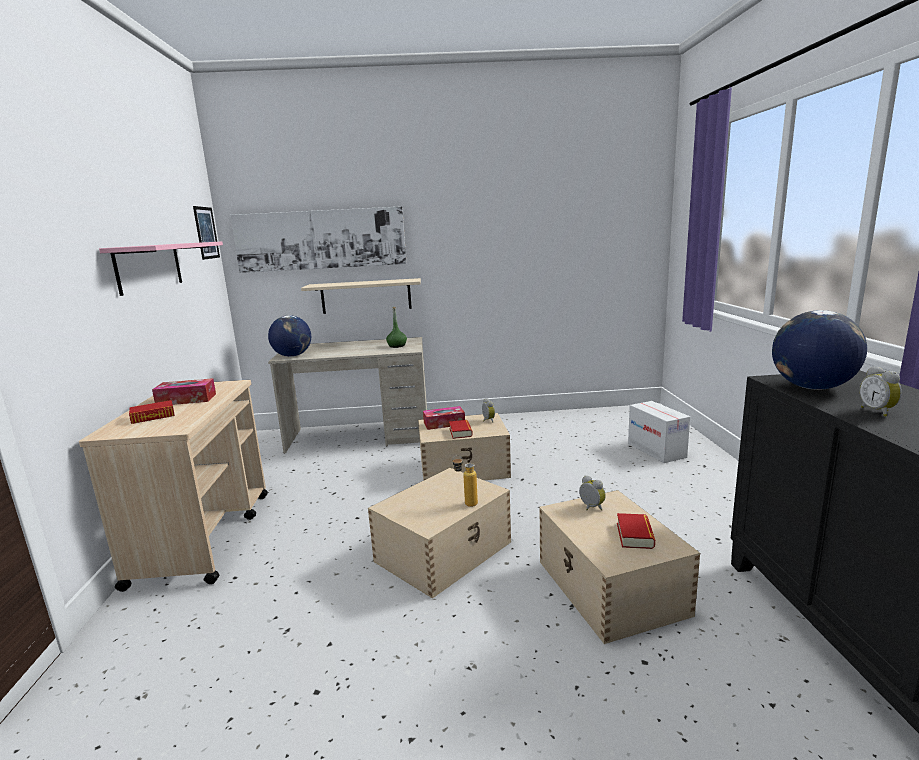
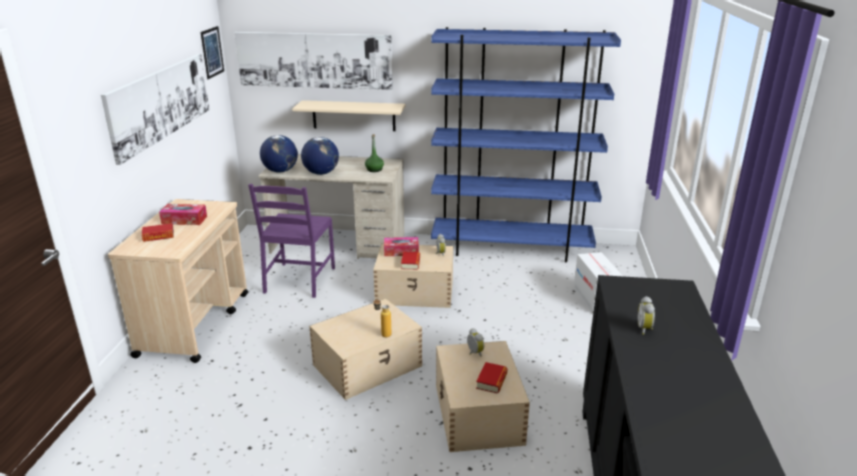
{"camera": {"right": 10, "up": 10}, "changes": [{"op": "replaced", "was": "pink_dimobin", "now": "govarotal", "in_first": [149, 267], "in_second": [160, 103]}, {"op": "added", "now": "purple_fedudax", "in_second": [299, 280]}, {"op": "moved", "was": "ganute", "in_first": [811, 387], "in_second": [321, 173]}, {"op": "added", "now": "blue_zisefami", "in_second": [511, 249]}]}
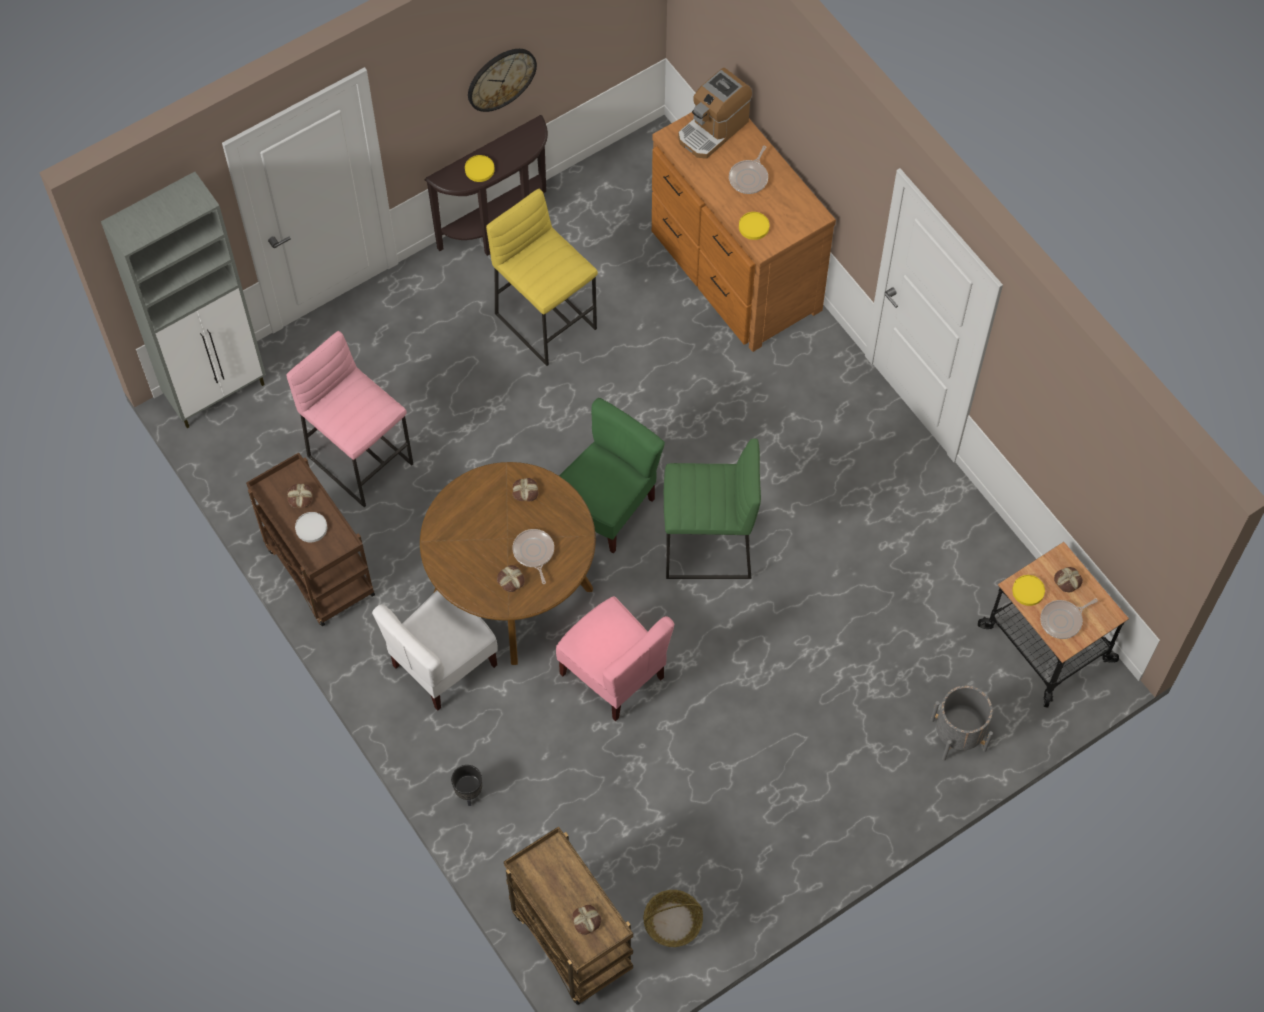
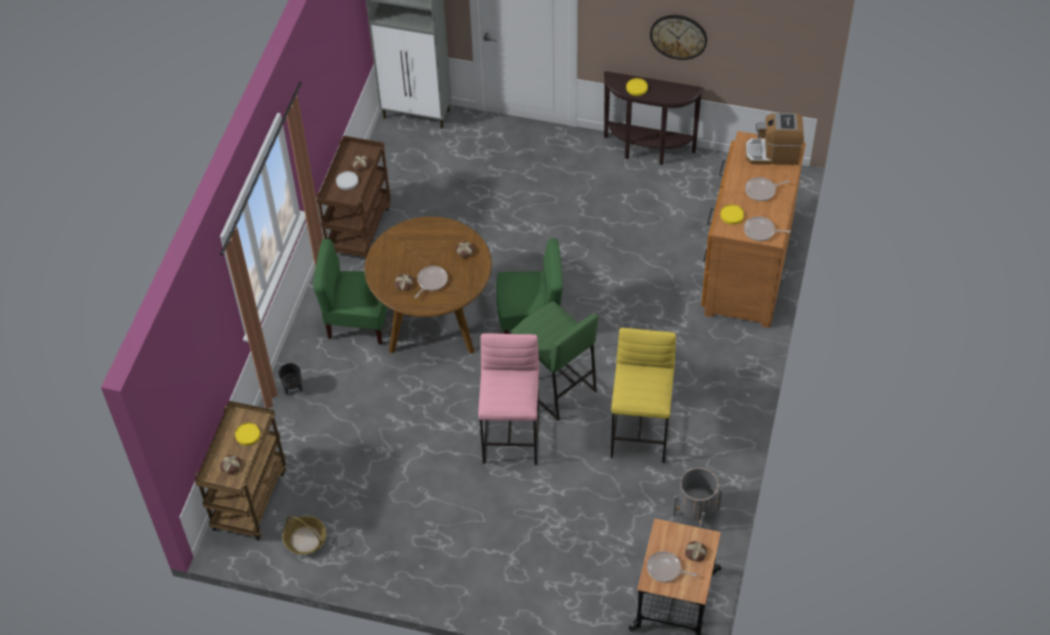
{"camera": {"right": 50, "up": -10}, "changes": [{"op": "moved", "was": "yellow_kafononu", "in_first": [1028, 591], "in_second": [248, 435]}, {"op": "recoloured", "was": "white_fedudax", "now": "green_fedudax", "in_first": [443, 665], "in_second": [358, 321]}, {"op": "moved", "was": "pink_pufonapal", "in_first": [361, 459], "in_second": [512, 436]}, {"op": "moved", "was": "yellow_pufonapal", "in_first": [546, 320], "in_second": [641, 433]}, {"op": "moved", "was": "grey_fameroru", "in_first": [958, 735], "in_second": [696, 511]}, {"op": "added", "now": "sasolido", "in_second": [761, 231]}, {"op": "removed", "was": "pink_fedudax", "in_first": [614, 675]}]}
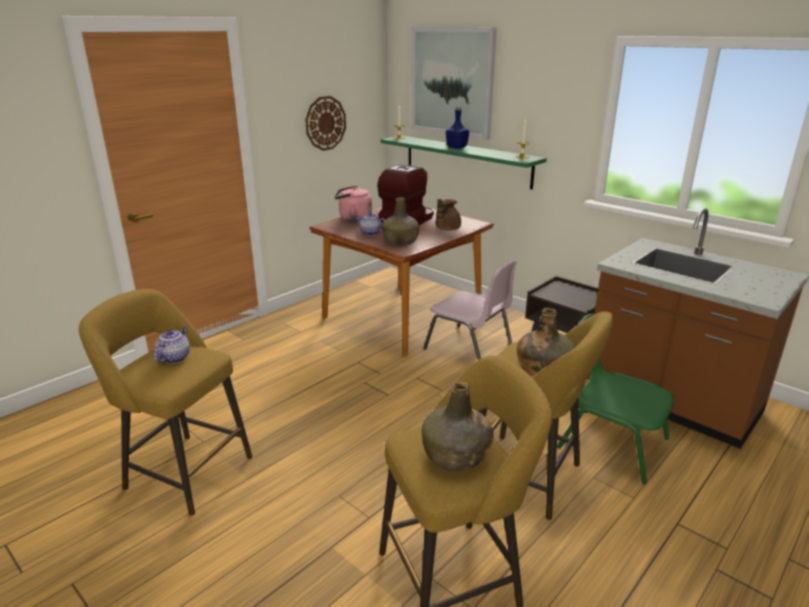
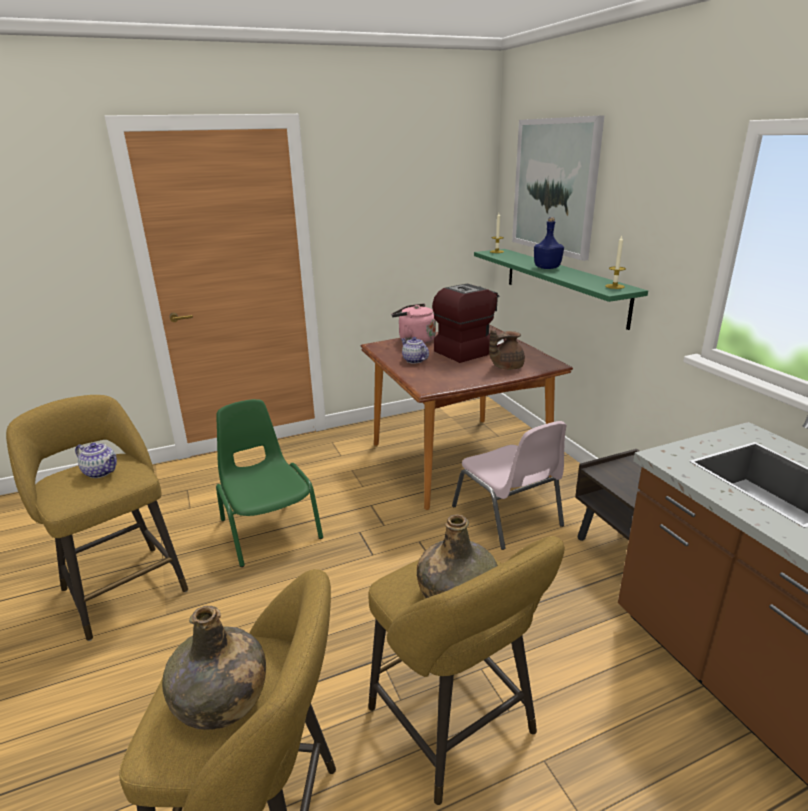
{"camera": {"right": 25, "up": 0}, "changes": [{"op": "turned", "was": "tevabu", "in_first": [174, 357], "in_second": [101, 472], "clockwise": 75}, {"op": "moved", "was": "green_fedudax", "in_first": [611, 443], "in_second": [269, 528]}, {"op": "removed", "was": "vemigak", "in_first": [325, 123]}, {"op": "removed", "was": "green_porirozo", "in_first": [401, 241]}]}
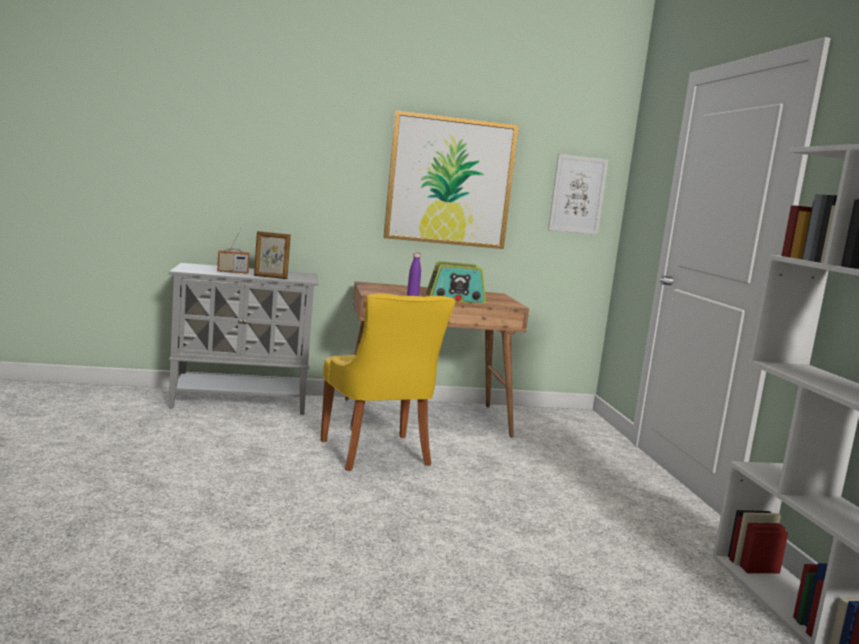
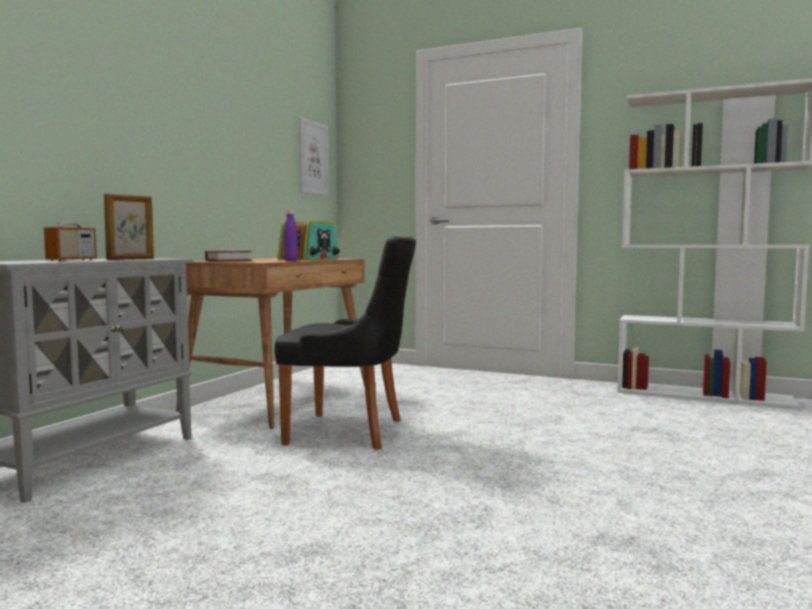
{"camera": {"right": -55, "up": -5}, "changes": [{"op": "added", "now": "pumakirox", "in_second": [230, 260]}, {"op": "recoloured", "was": "yellow_fedudax", "now": "black_fedudax", "in_first": [377, 454], "in_second": [350, 431]}, {"op": "removed", "was": "govarotal", "in_first": [450, 181]}]}
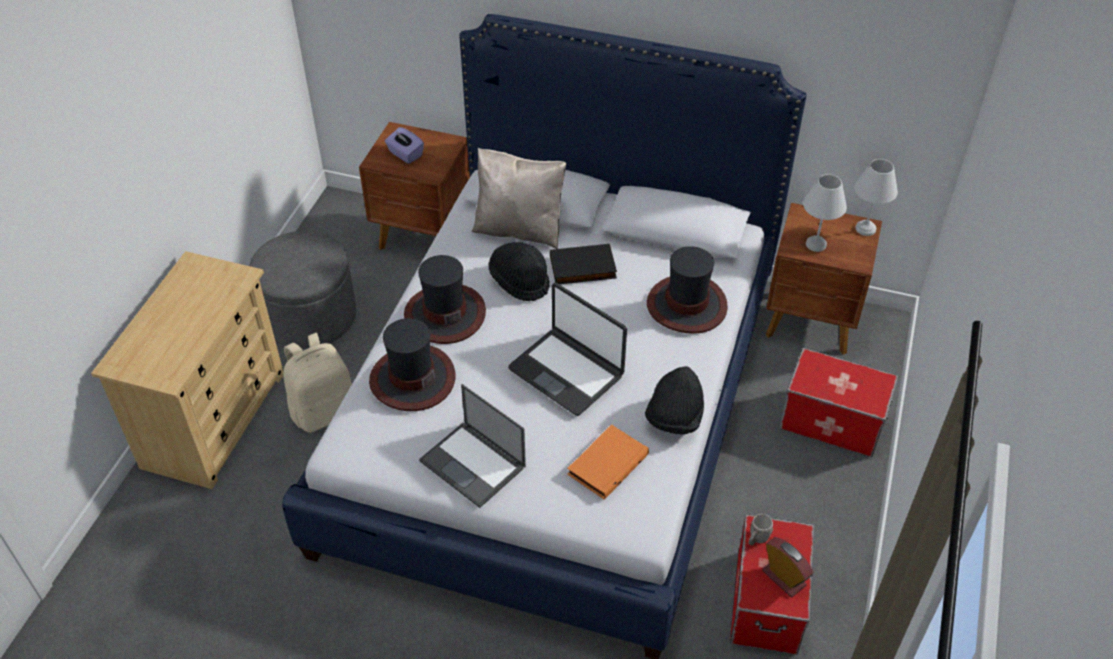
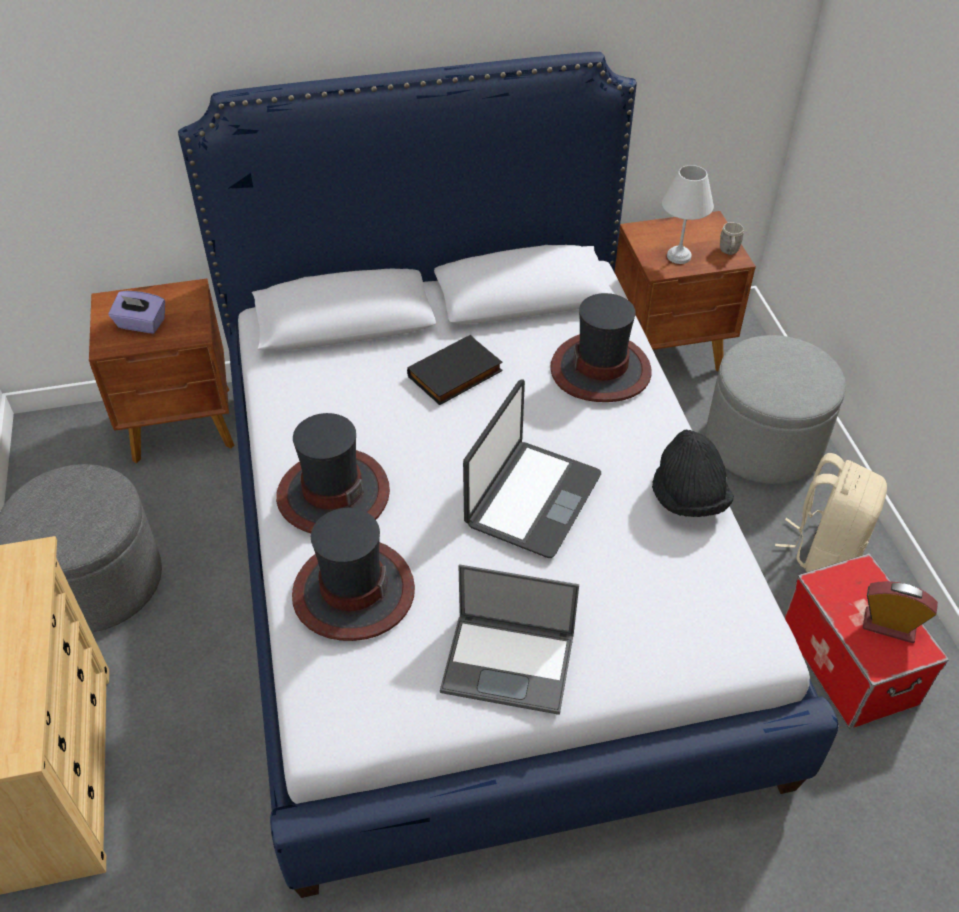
{"camera": {"right": -30, "up": 0}, "changes": [{"op": "turned", "was": "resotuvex", "in_first": [567, 372], "in_second": [531, 499], "clockwise": -75}, {"op": "replaced", "was": "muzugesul", "now": "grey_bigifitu", "in_first": [832, 421], "in_second": [763, 443]}, {"op": "moved", "was": "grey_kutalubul", "in_first": [757, 539], "in_second": [729, 252]}, {"op": "moved", "was": "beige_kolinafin", "in_first": [324, 410], "in_second": [824, 550]}, {"op": "removed", "was": "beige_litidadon", "in_first": [519, 229]}, {"op": "removed", "was": "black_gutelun", "in_first": [520, 281]}, {"op": "removed", "was": "orange_pumakirox", "in_first": [606, 463]}, {"op": "removed", "was": "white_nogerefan", "in_first": [866, 228]}]}
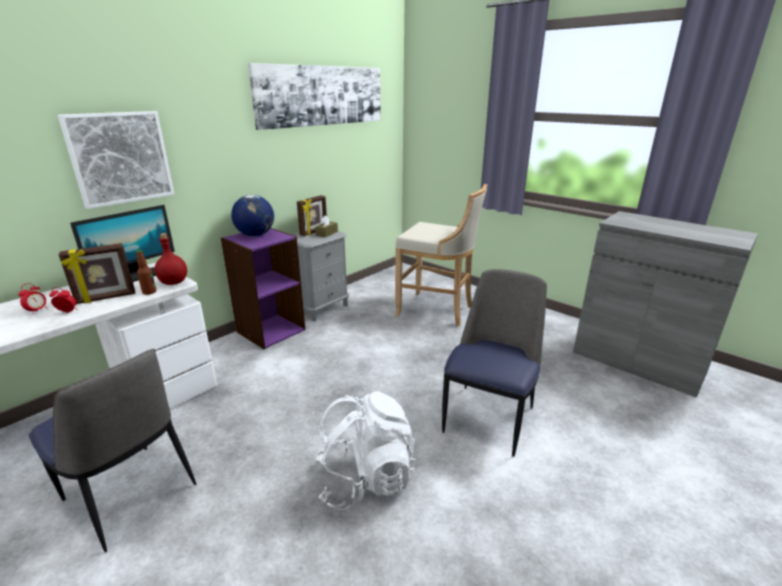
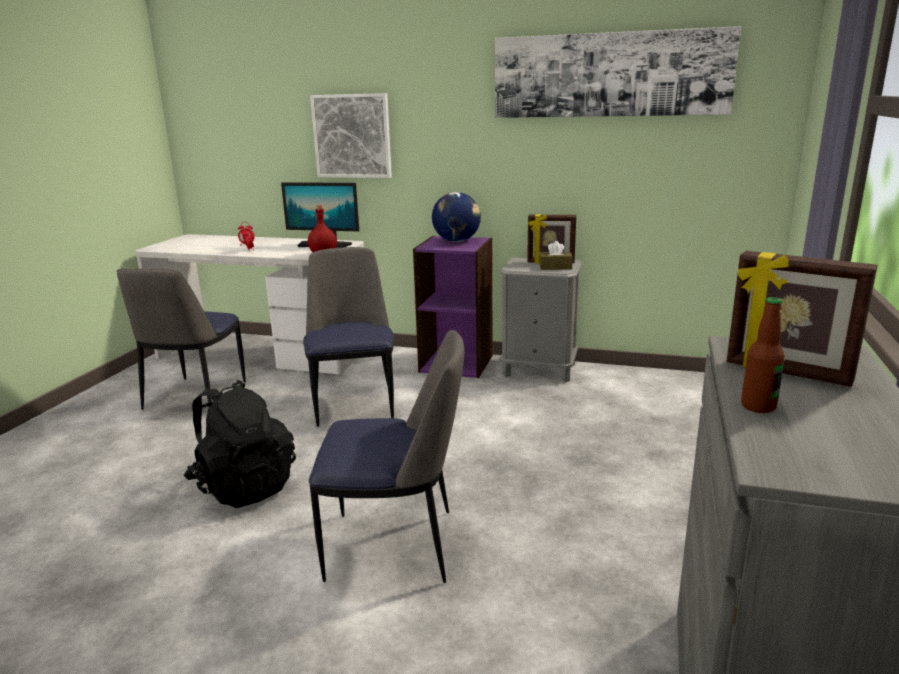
{"camera": {"right": 65, "up": -5}, "changes": [{"op": "recoloured", "was": "white_kolinafin", "now": "black_kolinafin", "in_first": [365, 479], "in_second": [243, 486]}, {"op": "added", "now": "fedudax", "in_second": [354, 403]}, {"op": "moved", "was": "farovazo", "in_first": [106, 298], "in_second": [787, 373]}, {"op": "moved", "was": "porirozo", "in_first": [149, 292], "in_second": [758, 406]}, {"op": "removed", "was": "beige_pufonapal", "in_first": [437, 310]}]}
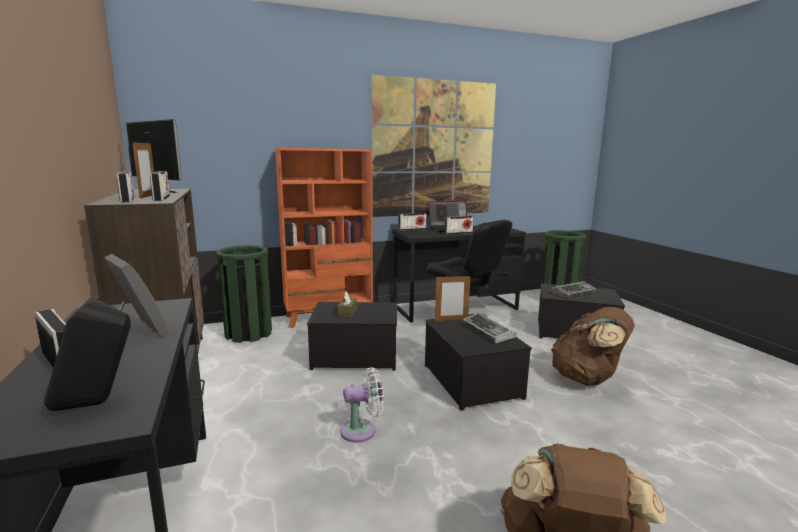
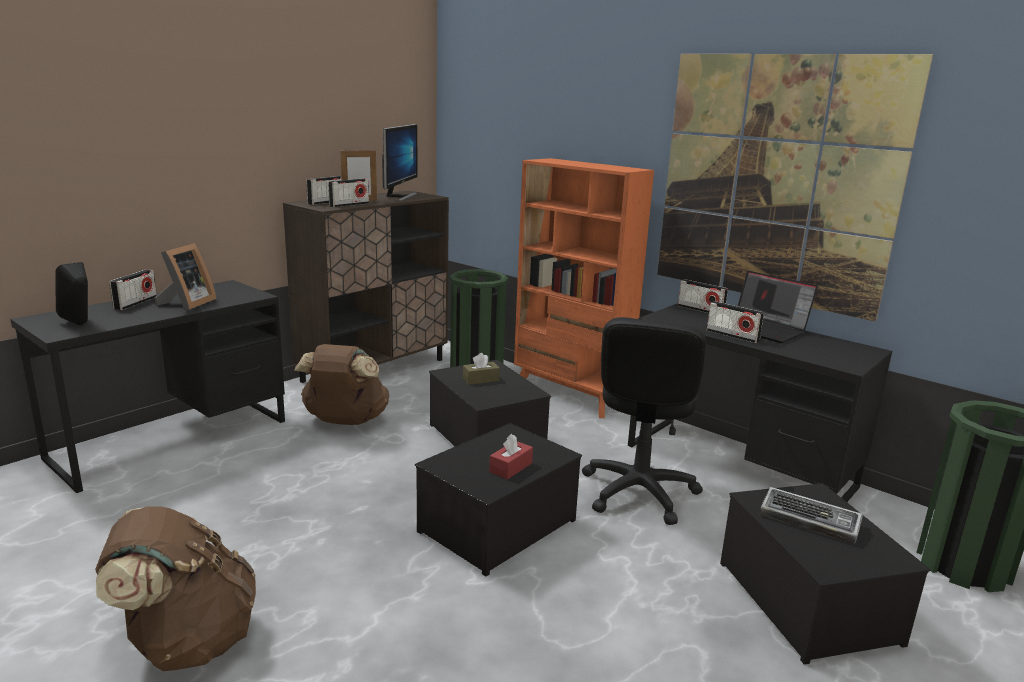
{"camera": {"right": 60, "up": 5}, "changes": [{"op": "moved", "was": "brown_kolinafin", "in_first": [588, 379], "in_second": [345, 421]}, {"op": "replaced", "was": "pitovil", "now": "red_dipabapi", "in_first": [488, 332], "in_second": [511, 467]}, {"op": "removed", "was": "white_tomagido", "in_first": [362, 430]}, {"op": "removed", "was": "farovazo", "in_first": [451, 320]}]}
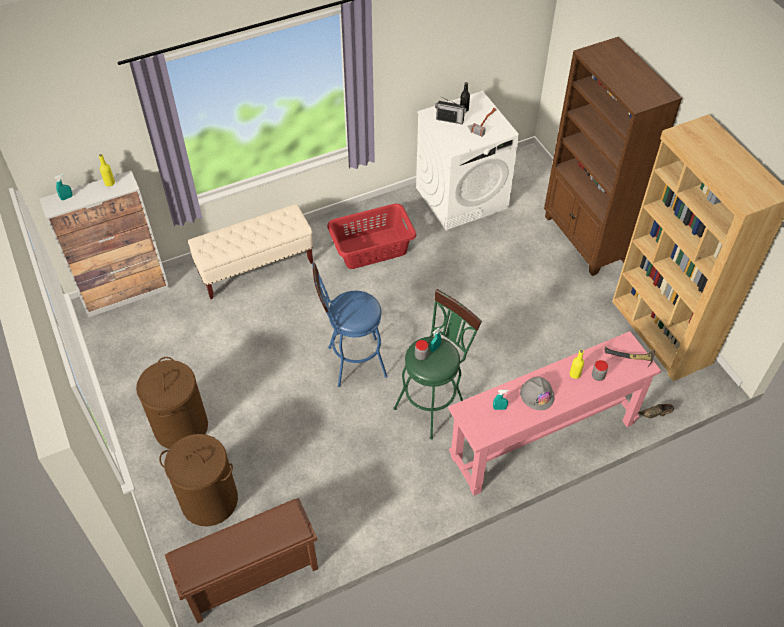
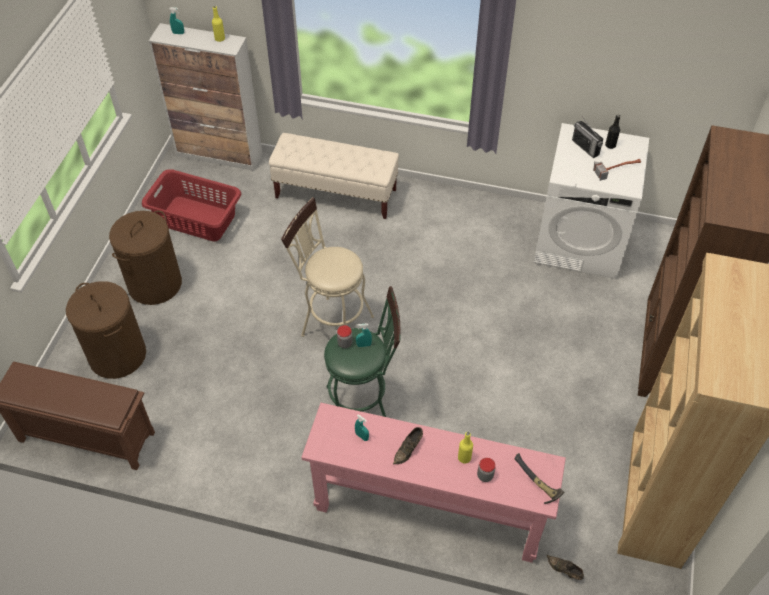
{"camera": {"right": 40, "up": 0}, "changes": [{"op": "moved", "was": "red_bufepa", "in_first": [372, 249], "in_second": [196, 219]}, {"op": "recoloured", "was": "blue_pufonapal", "now": "beige_pufonapal", "in_first": [351, 363], "in_second": [332, 323]}, {"op": "replaced", "was": "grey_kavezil", "now": "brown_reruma", "in_first": [537, 395], "in_second": [408, 450]}]}
